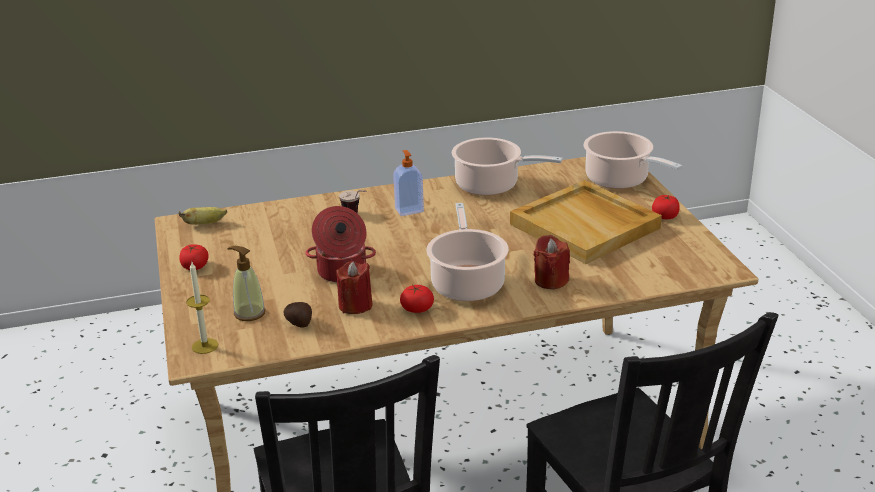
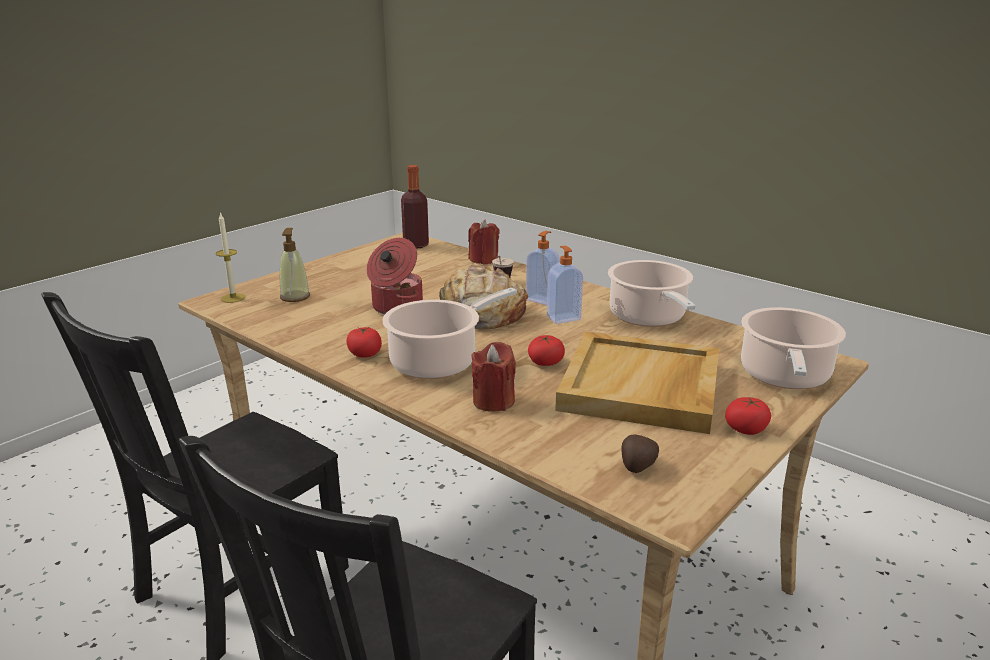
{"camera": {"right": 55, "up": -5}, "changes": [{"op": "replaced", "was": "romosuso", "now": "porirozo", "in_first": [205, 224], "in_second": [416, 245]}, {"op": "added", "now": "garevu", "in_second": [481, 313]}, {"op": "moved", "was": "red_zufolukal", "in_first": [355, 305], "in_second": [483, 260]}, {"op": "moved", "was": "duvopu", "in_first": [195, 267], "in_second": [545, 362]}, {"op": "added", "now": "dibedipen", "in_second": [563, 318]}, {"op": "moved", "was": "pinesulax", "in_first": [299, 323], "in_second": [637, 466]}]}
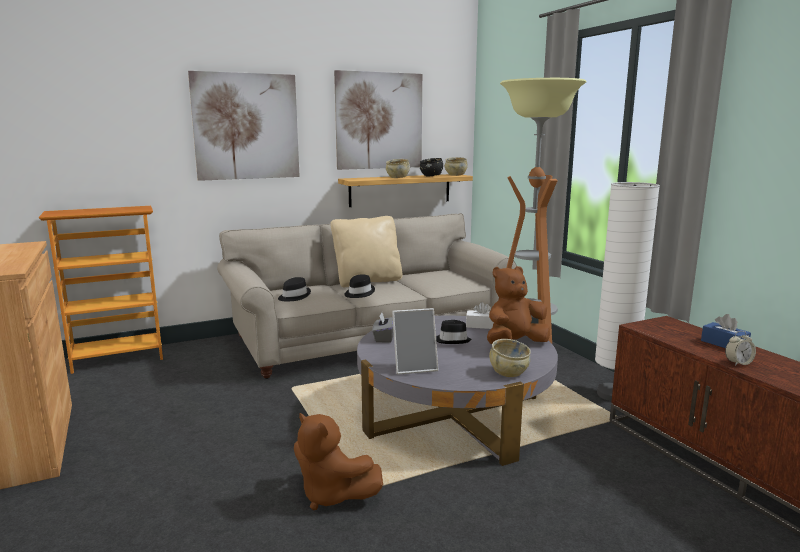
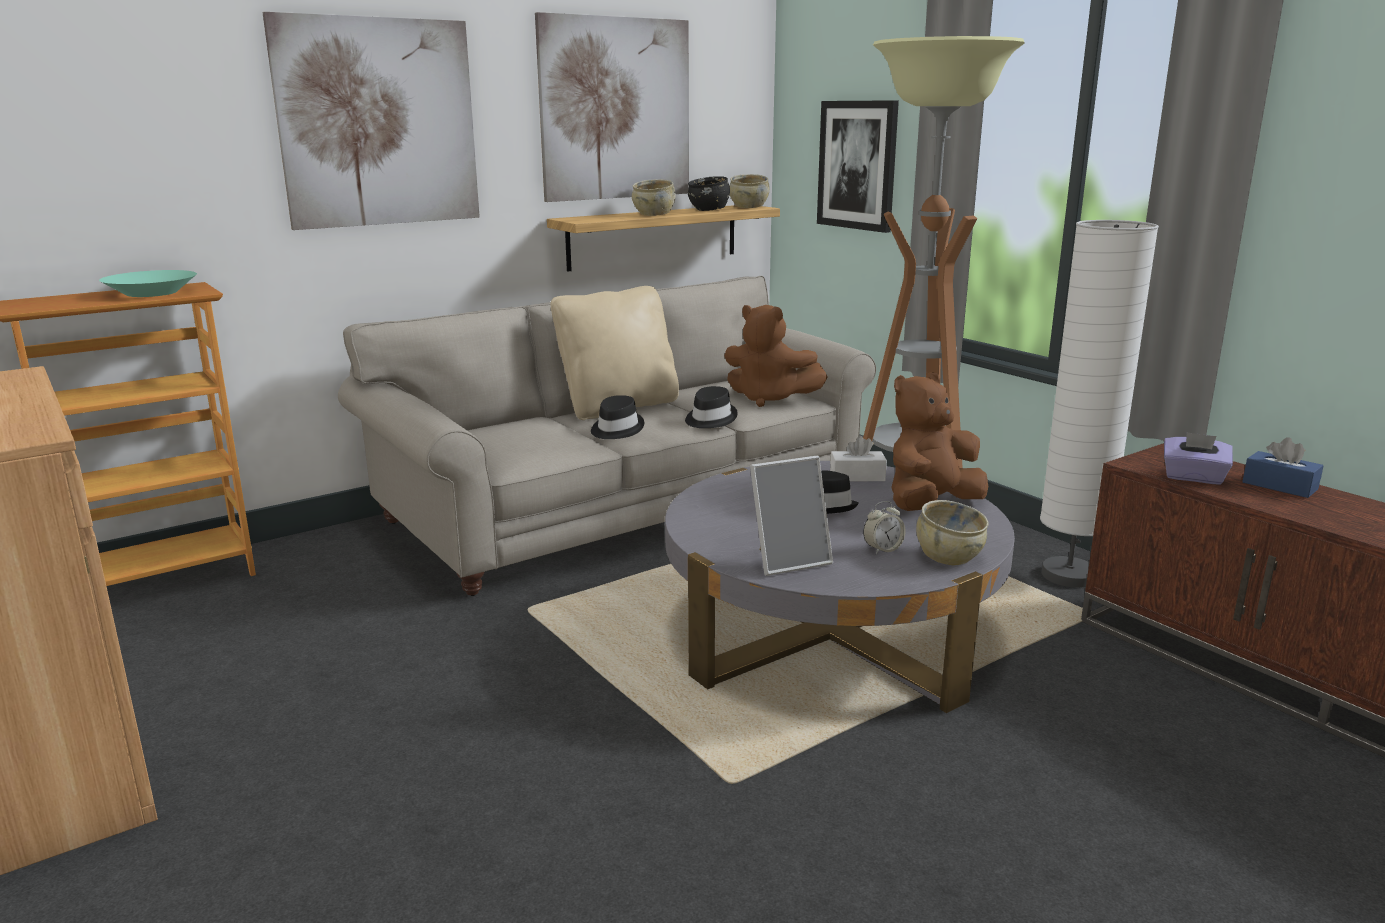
{"camera": {"right": -10, "up": 5}, "changes": [{"op": "added", "now": "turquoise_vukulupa", "in_second": [152, 293]}, {"op": "moved", "was": "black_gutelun", "in_first": [293, 296], "in_second": [709, 419]}, {"op": "moved", "was": "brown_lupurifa", "in_first": [332, 494], "in_second": [769, 399]}, {"op": "added", "now": "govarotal", "in_second": [857, 165]}, {"op": "moved", "was": "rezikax", "in_first": [738, 363], "in_second": [882, 549]}, {"op": "added", "now": "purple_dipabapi", "in_second": [1193, 477]}, {"op": "removed", "was": "grey_dipabapi", "in_first": [384, 338]}]}
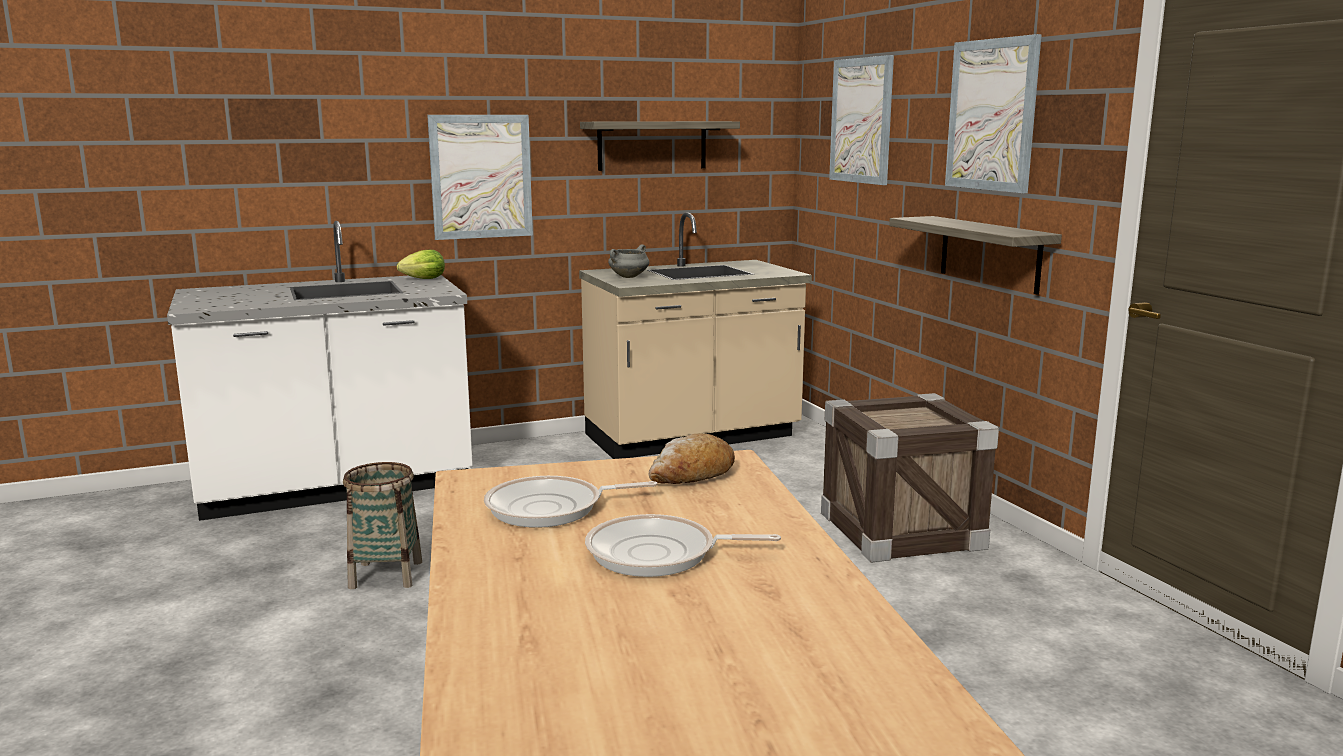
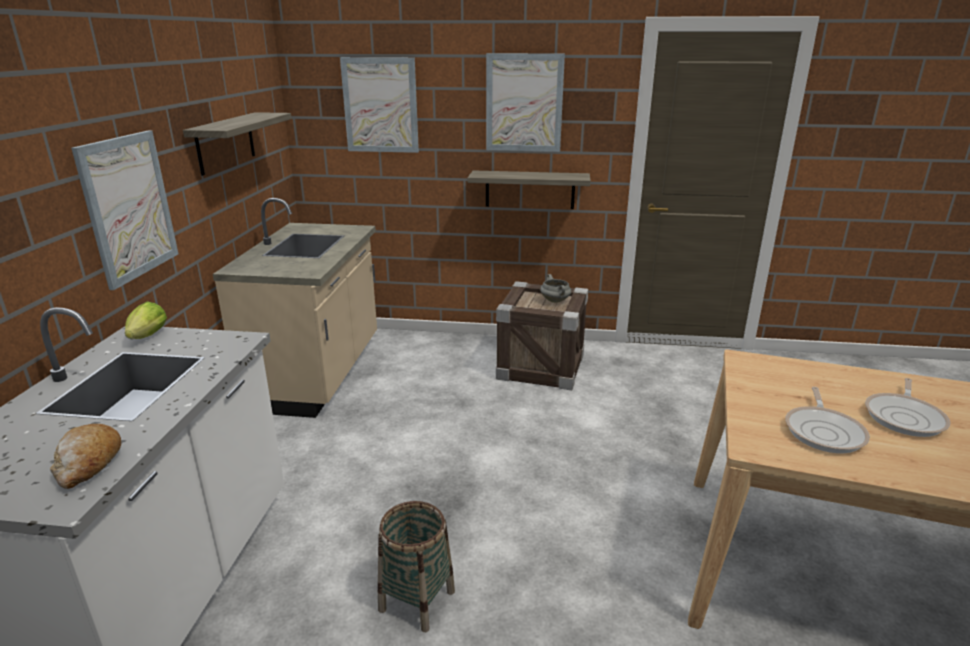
{"camera": {"right": -60, "up": 10}, "changes": [{"op": "moved", "was": "garevu", "in_first": [692, 476], "in_second": [88, 464]}, {"op": "moved", "was": "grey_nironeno", "in_first": [628, 277], "in_second": [555, 301]}]}
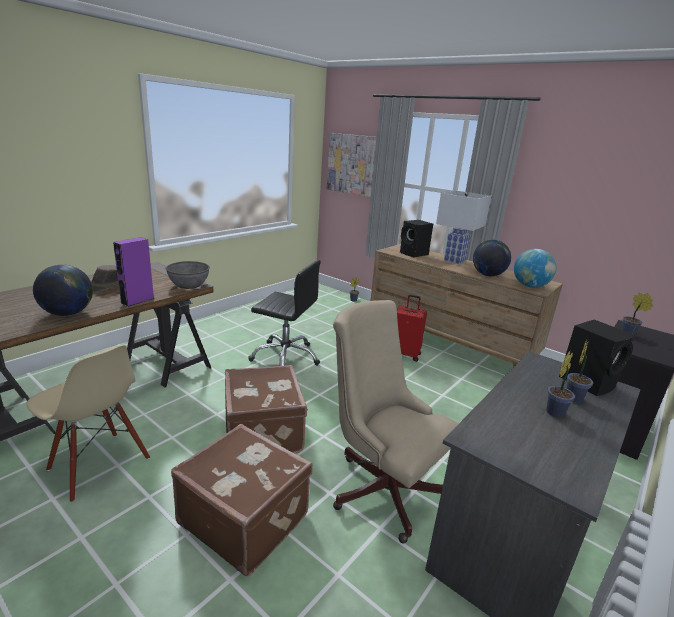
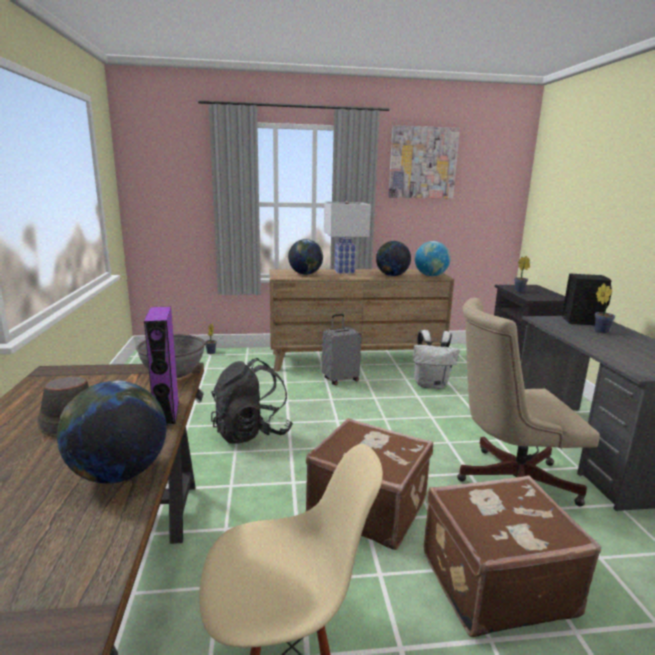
{"camera": {"right": -45, "up": -5}, "changes": [{"op": "replaced", "was": "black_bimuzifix", "now": "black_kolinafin", "in_first": [285, 357], "in_second": [251, 433]}, {"op": "replaced", "was": "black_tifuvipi", "now": "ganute", "in_first": [414, 254], "in_second": [305, 274]}, {"op": "recoloured", "was": "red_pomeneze", "now": "grey_pomeneze", "in_first": [405, 354], "in_second": [340, 379]}, {"op": "moved", "was": "govarotal", "in_first": [351, 164], "in_second": [422, 163]}, {"op": "added", "now": "white_kolinafin", "in_second": [431, 384]}, {"op": "removed", "was": "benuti", "in_first": [555, 412]}]}
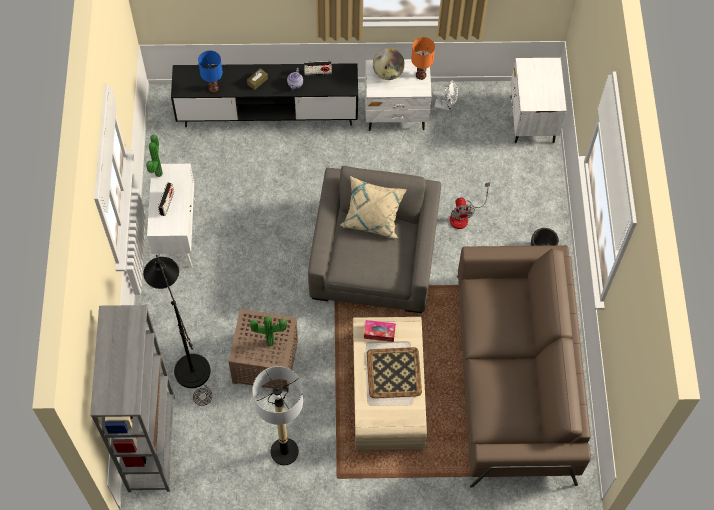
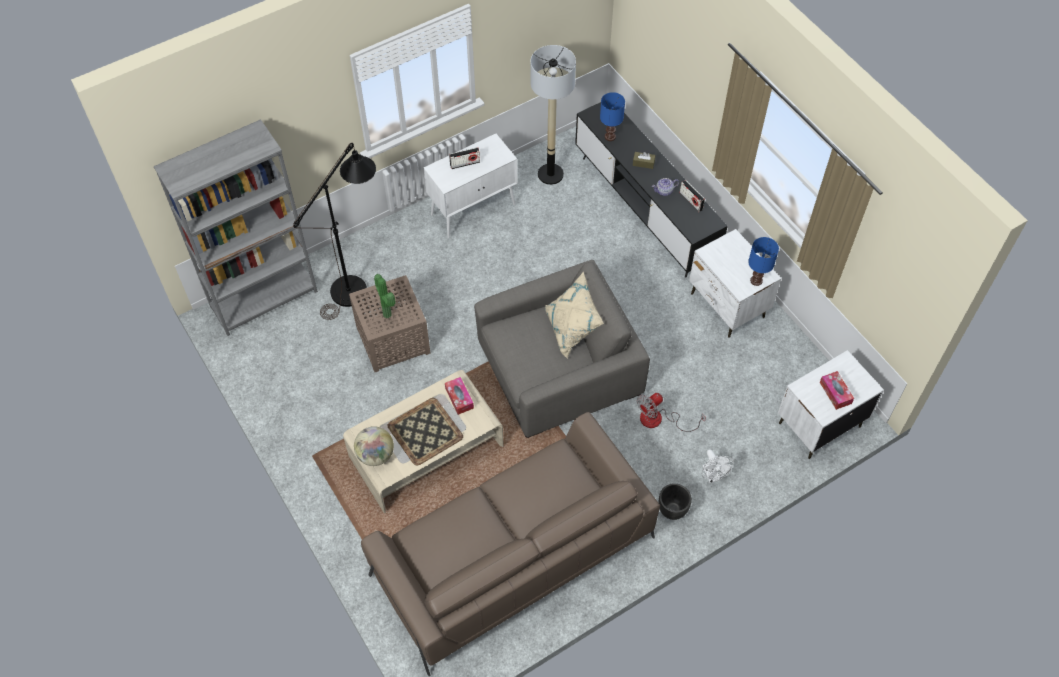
{"camera": {"right": 60, "up": -5}, "changes": [{"op": "moved", "was": "ganute", "in_first": [388, 73], "in_second": [375, 455]}, {"op": "moved", "was": "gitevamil", "in_first": [284, 452], "in_second": [550, 174]}, {"op": "moved", "was": "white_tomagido", "in_first": [445, 105], "in_second": [712, 476]}, {"op": "recoloured", "was": "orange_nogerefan", "now": "blue_nogerefan", "in_first": [421, 75], "in_second": [756, 281]}, {"op": "added", "now": "dipabapi", "in_second": [835, 393]}, {"op": "removed", "was": "benuti", "in_first": [157, 173]}]}
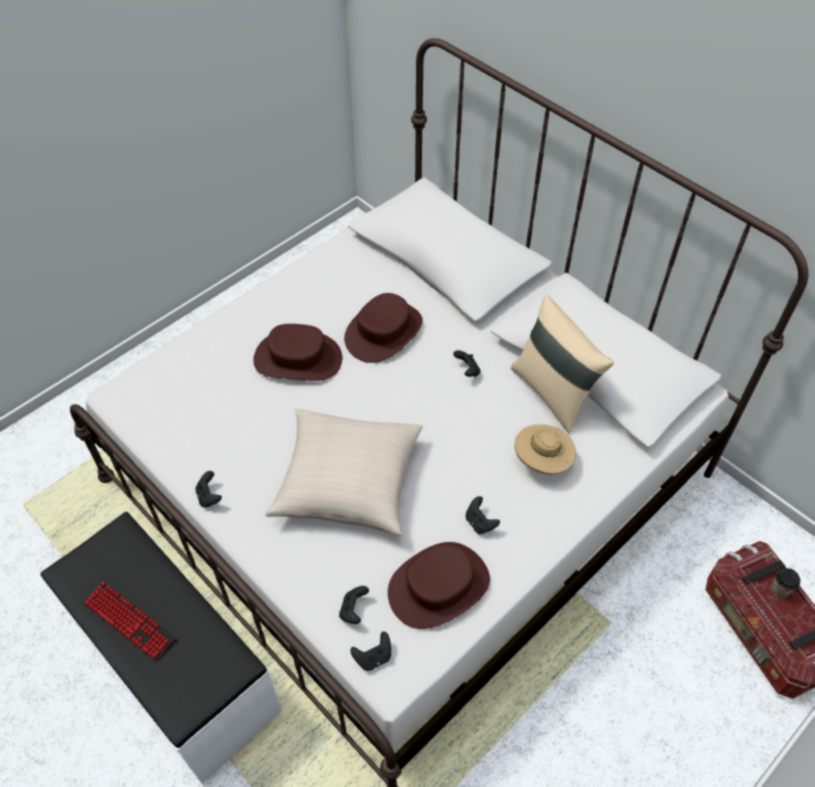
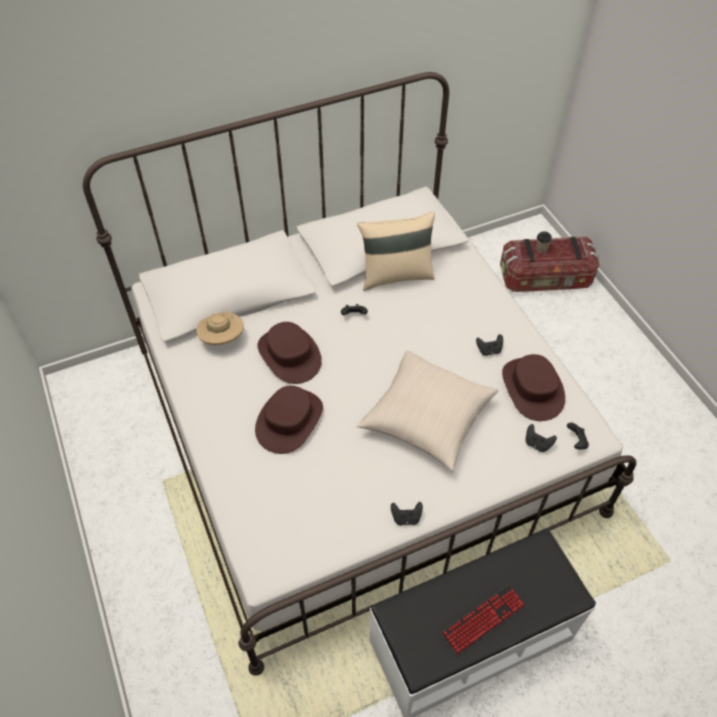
{"camera": {"right": -70, "up": 0}, "changes": [{"op": "moved", "was": "beige_gutelun", "in_first": [542, 461], "in_second": [222, 339]}]}
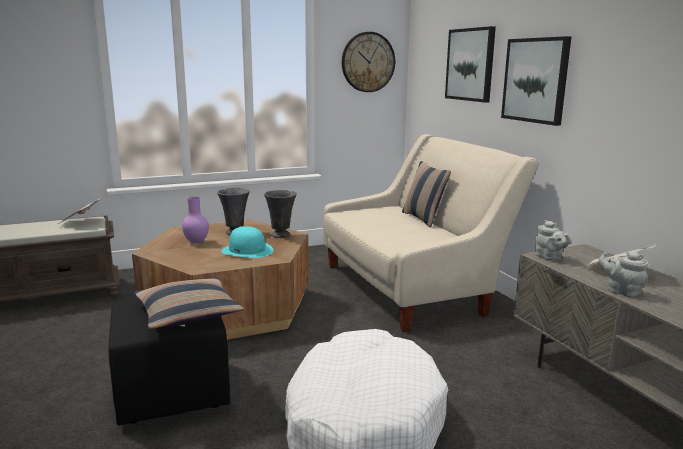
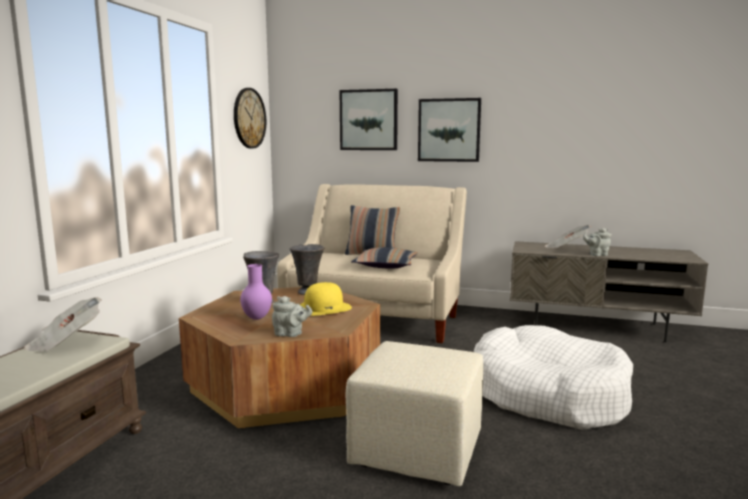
{"camera": {"right": -50, "up": -5}, "changes": [{"op": "moved", "was": "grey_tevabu", "in_first": [549, 258], "in_second": [290, 334]}, {"op": "recoloured", "was": "turquoise_gutelun", "now": "yellow_gutelun", "in_first": [247, 250], "in_second": [324, 308]}, {"op": "recoloured", "was": "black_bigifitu", "now": "beige_bigifitu", "in_first": [173, 392], "in_second": [419, 450]}, {"op": "moved", "was": "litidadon", "in_first": [188, 313], "in_second": [385, 265]}]}
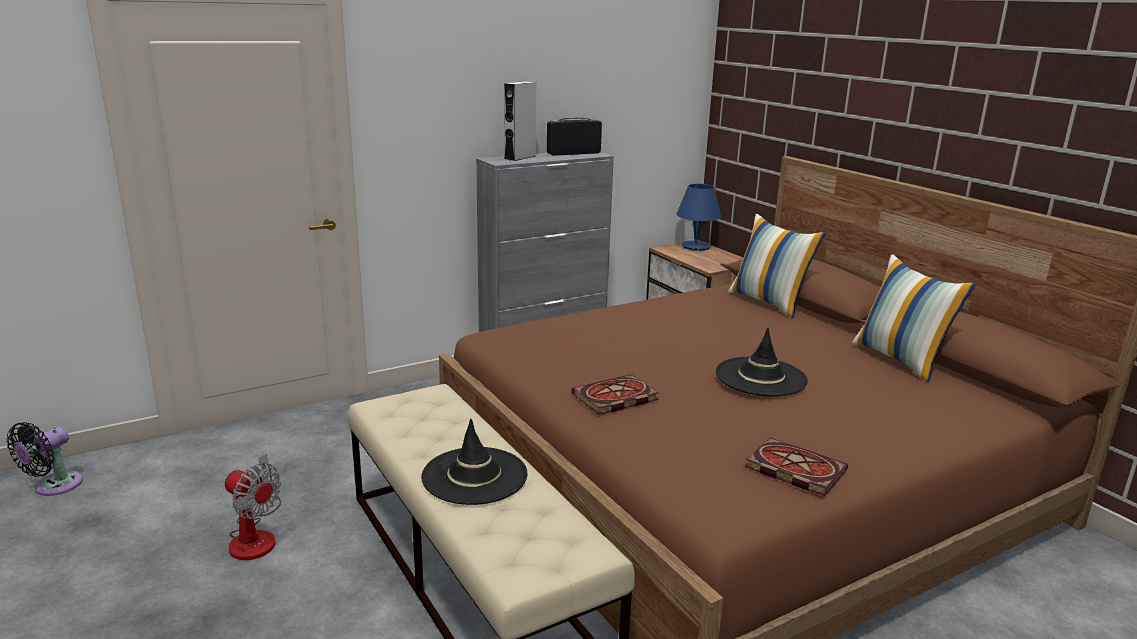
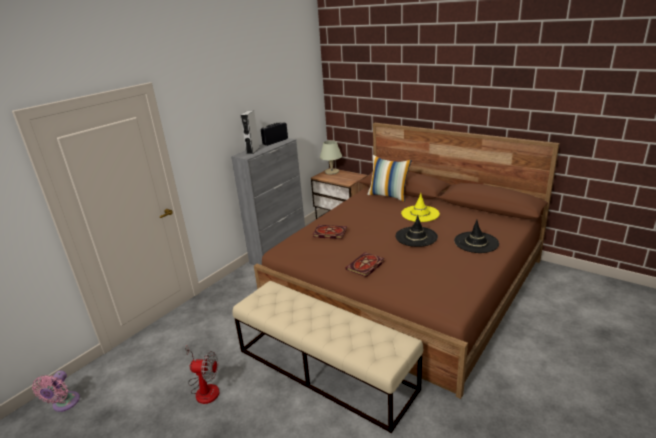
{"camera": {"right": -20, "up": 5}, "changes": [{"op": "recoloured", "was": "black_tomagido", "now": "pink_tomagido", "in_first": [53, 486], "in_second": [64, 404]}, {"op": "moved", "was": "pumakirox", "in_first": [792, 469], "in_second": [329, 233]}, {"op": "recoloured", "was": "blue_nogerefan", "now": "beige_nogerefan", "in_first": [696, 246], "in_second": [332, 172]}, {"op": "added", "now": "yellow_gutelun", "in_second": [420, 214]}, {"op": "moved", "was": "black_gutelun", "in_first": [474, 476], "in_second": [476, 242]}, {"op": "removed", "was": "litidadon", "in_first": [901, 360]}]}
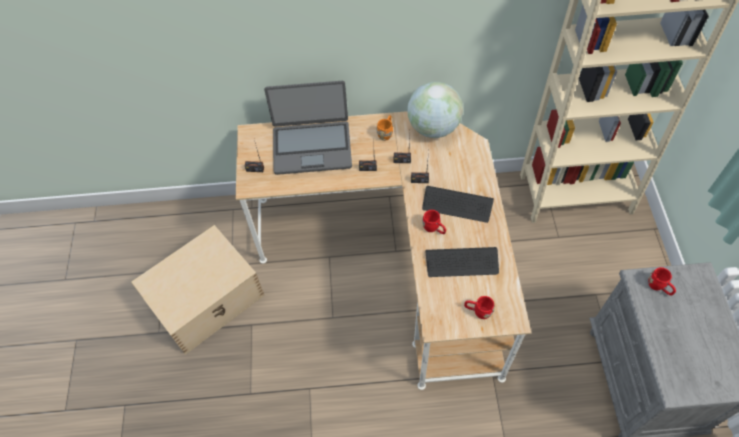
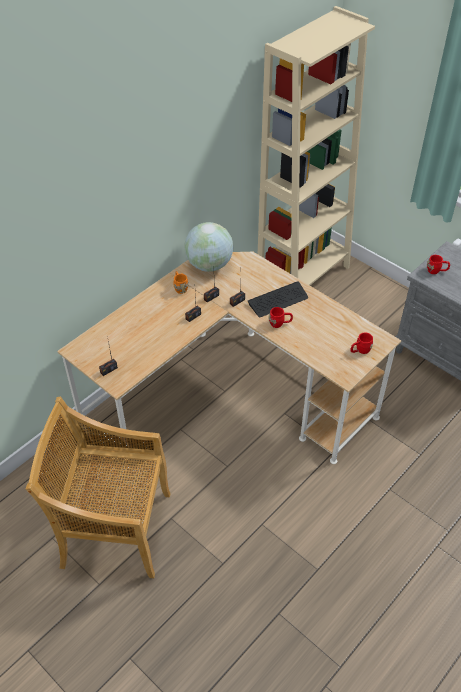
{"camera": {"right": -45, "up": -10}, "changes": [{"op": "replaced", "was": "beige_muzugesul", "now": "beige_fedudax", "in_first": [207, 299], "in_second": [114, 529]}, {"op": "removed", "was": "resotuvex", "in_first": [312, 147]}, {"op": "removed", "was": "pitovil", "in_first": [462, 263]}]}
